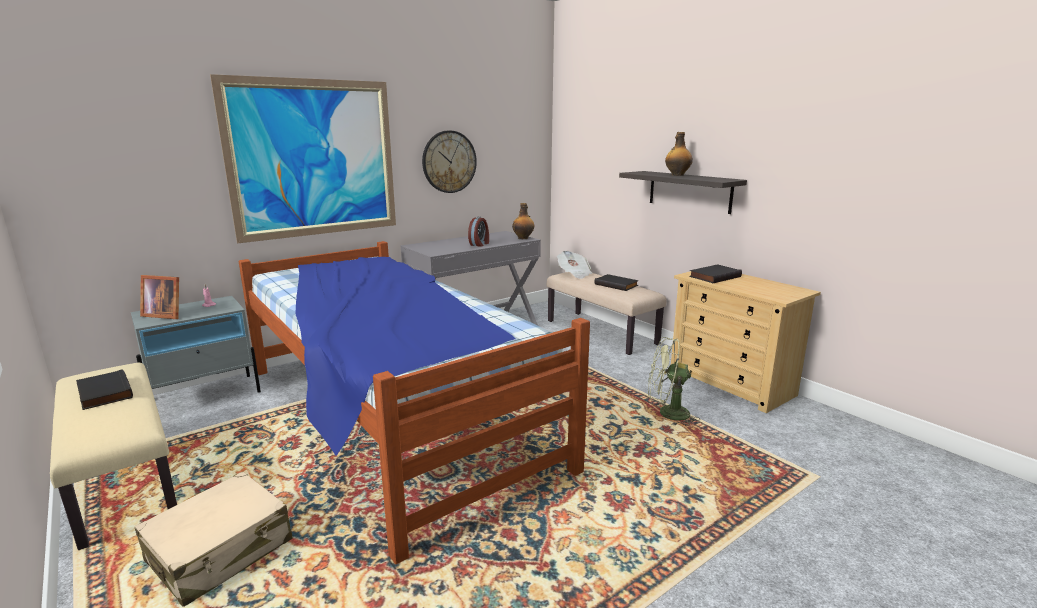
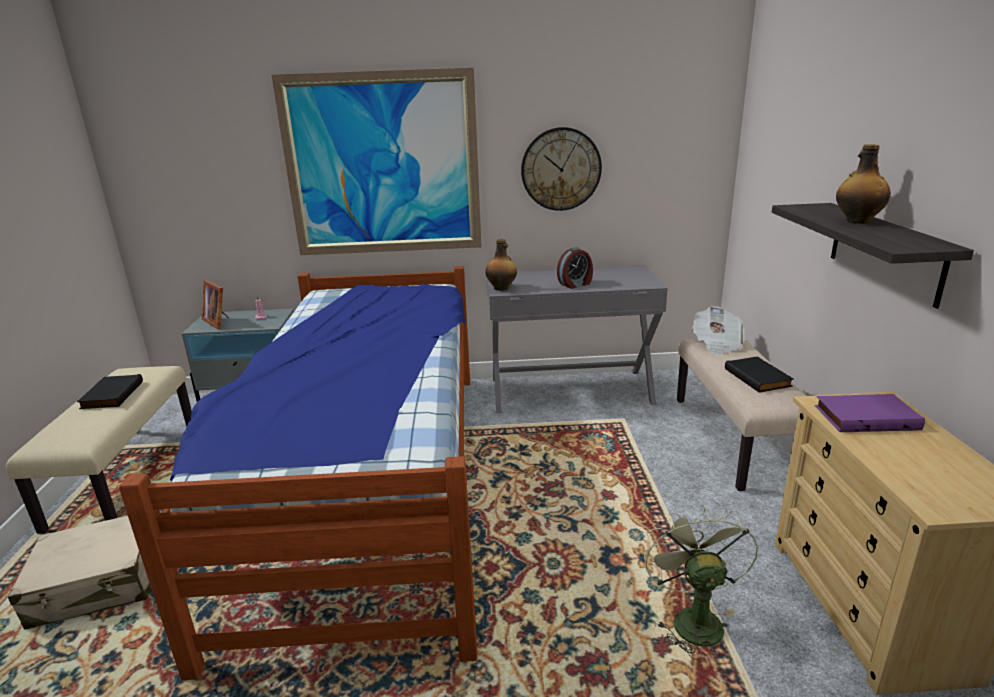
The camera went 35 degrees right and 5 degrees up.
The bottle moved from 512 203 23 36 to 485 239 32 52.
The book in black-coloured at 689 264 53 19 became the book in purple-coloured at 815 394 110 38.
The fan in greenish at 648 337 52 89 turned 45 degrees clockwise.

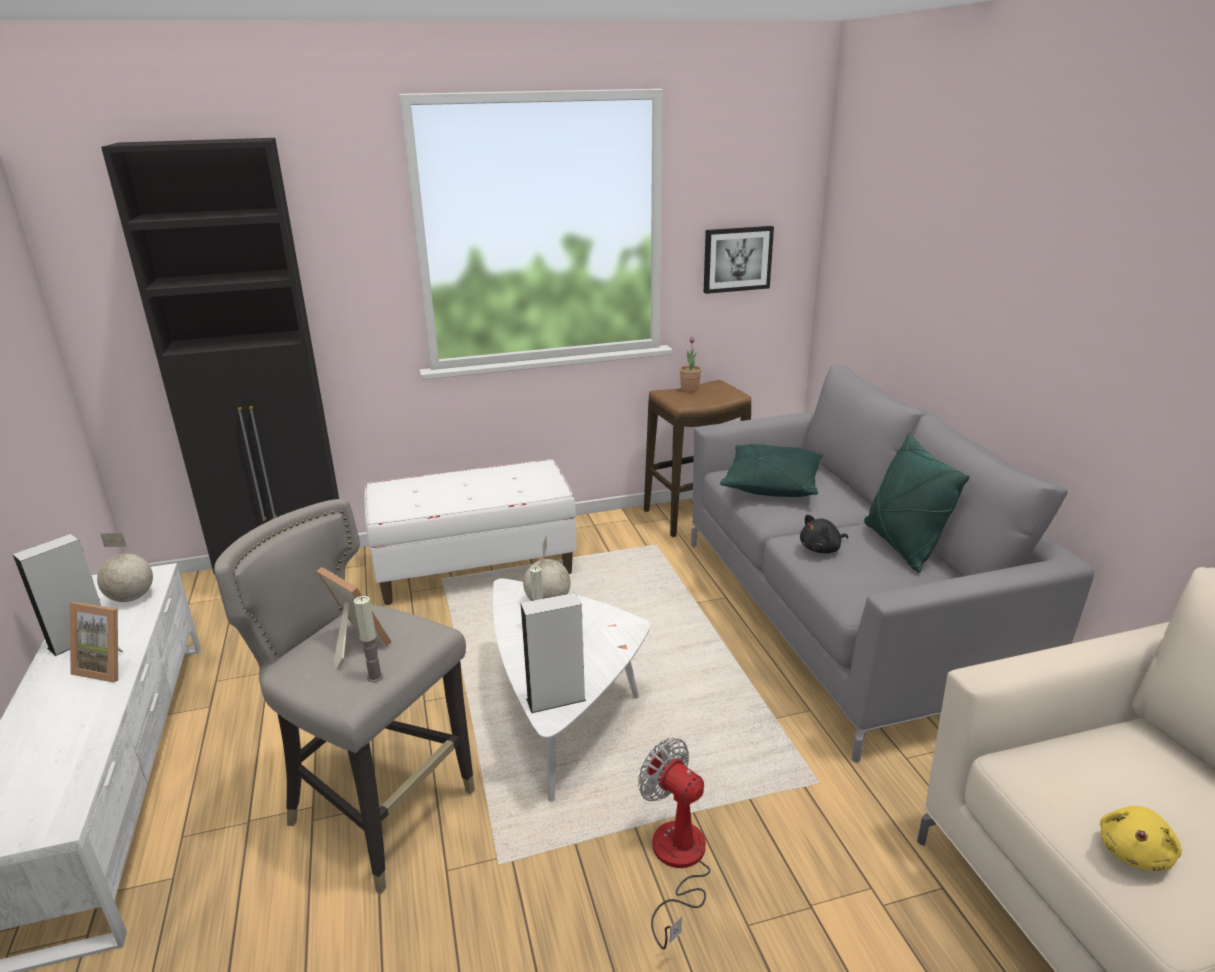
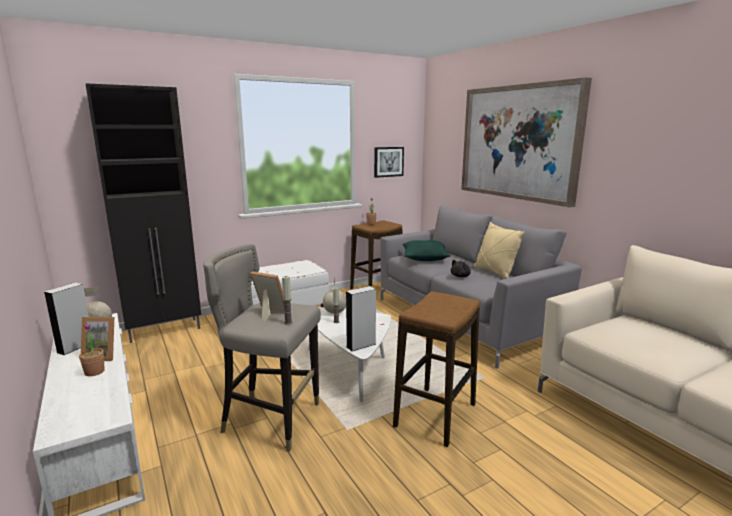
The camera went 15 degrees left and 10 degrees down.
The cushion in greenish at 864 433 106 140 became the cushion in beige-coloured at 474 222 51 57.
The fan at 638 738 72 212 was replaced by the sitting stool at 393 291 87 156.
The cuddly toy in yellowish at 1100 806 82 65 disappeared.
The picture at 461 77 131 130 appeared.
The potted plant at 79 323 26 53 appeared.

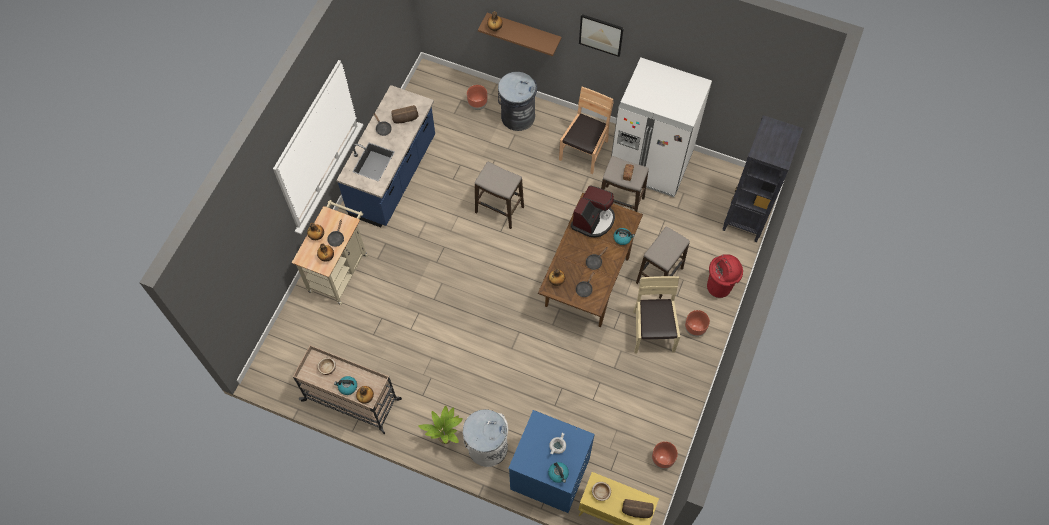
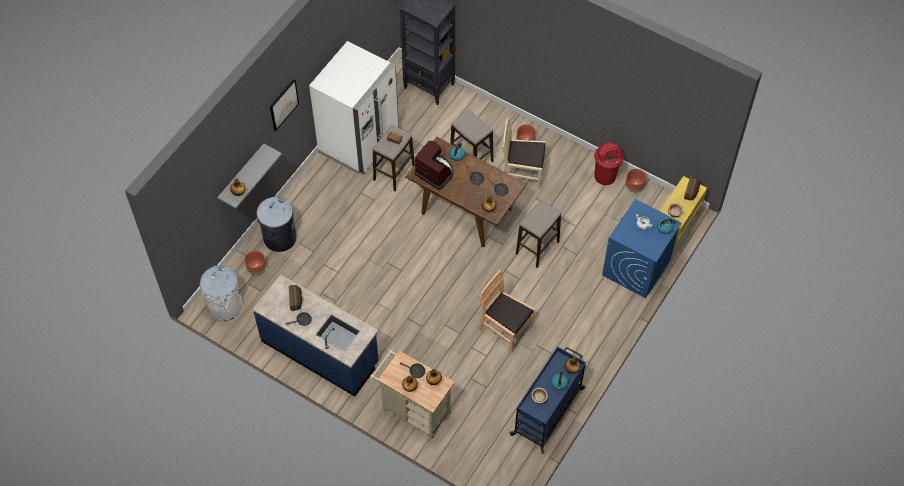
The camera went 80 degrees left and 5 degrees down.
The wall shelf in brown-coloured at 478 13 84 43 became the wall shelf in greyish at 217 143 65 66.
The chair in brown-coloured moved from 559 87 54 87 to 479 270 56 83.
The sitting stool moved from 475 162 49 67 to 516 200 45 68.
The waste bin in red-coloured moved from 707 254 36 44 to 594 142 30 43.
The cart in beige-coloured at 293 345 109 89 became the cart in blue-coloured at 509 347 77 107.
The potted plant at 418 405 45 39 disappeared.
The waste bin in white-coloured moved from 462 409 46 58 to 200 265 43 56.

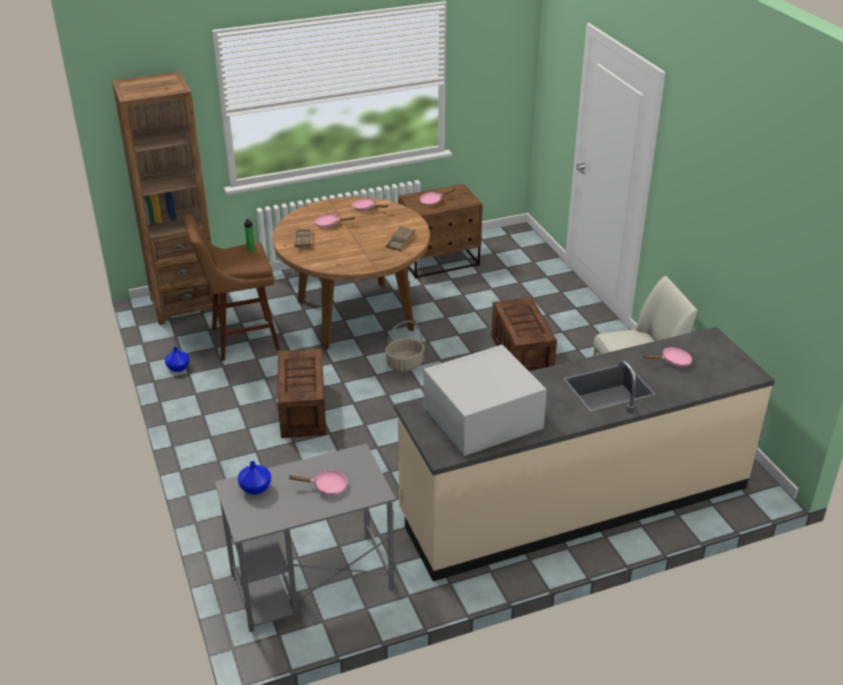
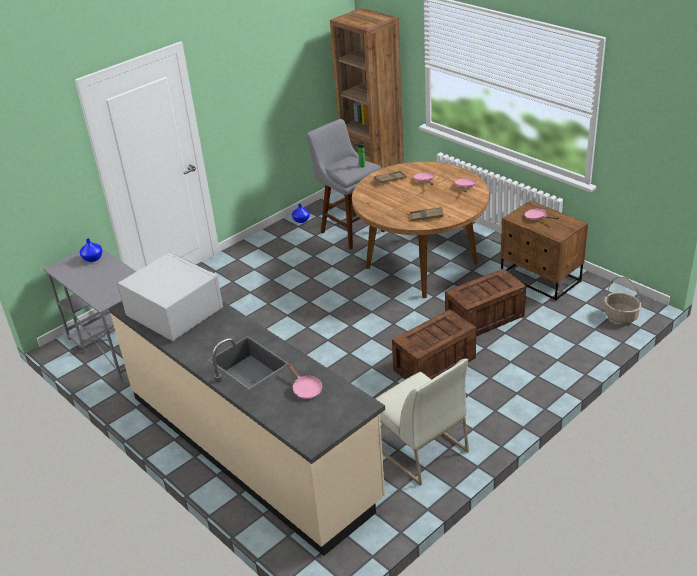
The camera went 70 degrees right and 0 degrees up.
The sitting stool in brown-coloured at 184 214 96 147 became the sitting stool in greyish at 307 119 78 131.
The household basket moved from 385 321 40 51 to 604 277 37 47.
The crate moved from 278 349 48 89 to 445 268 81 68.
The pan in pink at 288 470 60 25 disappeared.

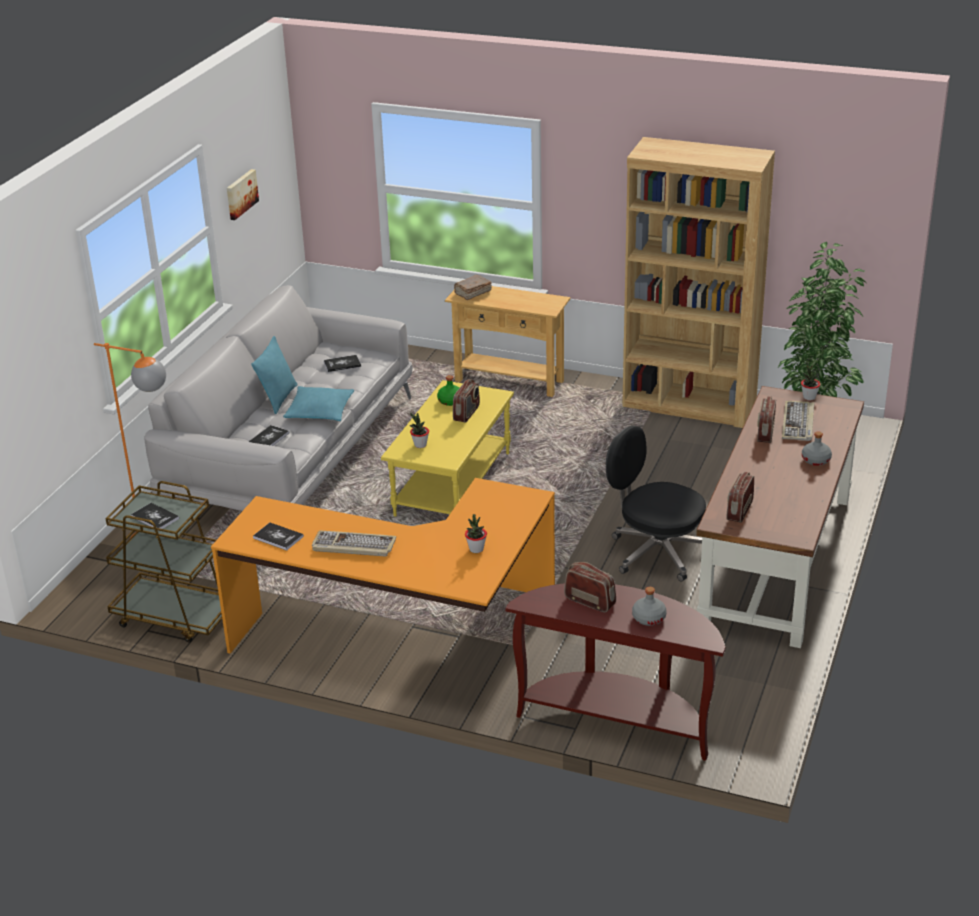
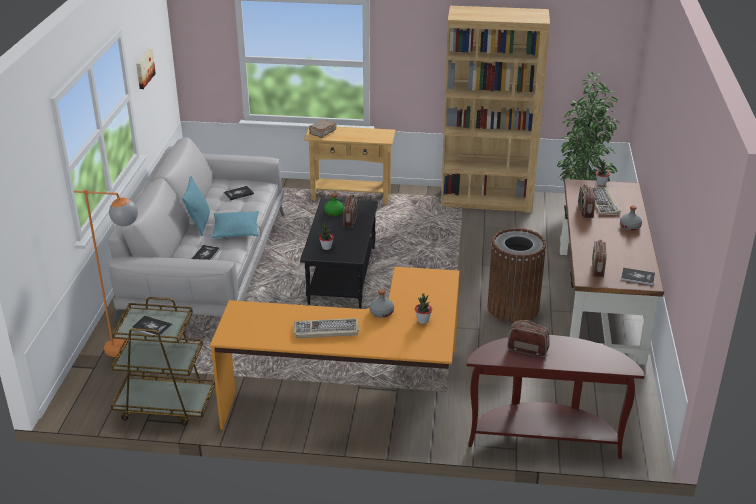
The camera went 15 degrees left and 0 degrees up.
The lounge table in yellowish at 381 380 133 137 became the lounge table in black-coloured at 300 198 78 110.
The office chair in black-coloured at 606 426 100 156 was replaced by the waste bin in brown-coloured at 487 228 59 95.
The book moved from 253 523 51 28 to 621 268 34 17.
The bottle in greyish moved from 632 587 35 39 to 369 289 25 29.

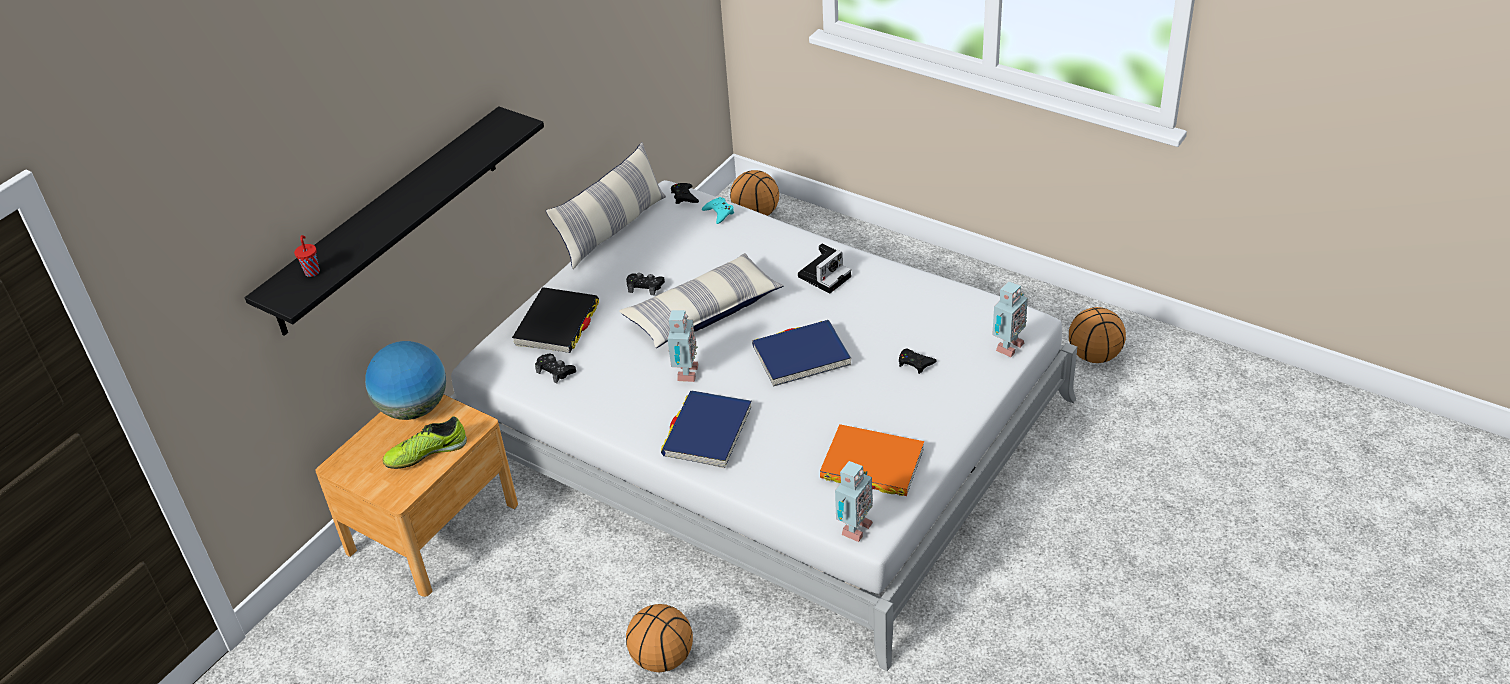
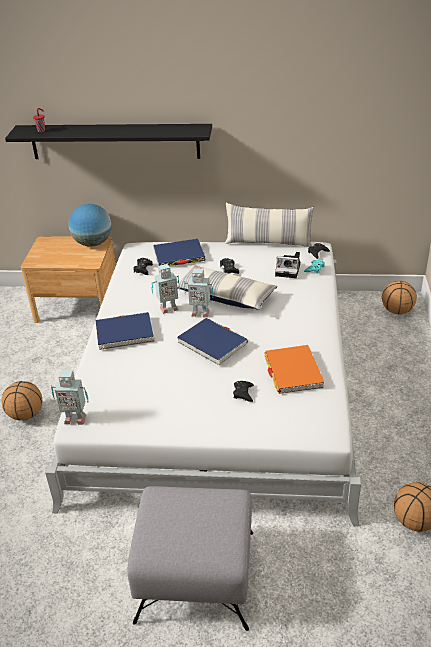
The camera went 60 degrees right and 5 degrees down.
The photo camera moved from 798 244 53 50 to 275 252 25 26.
The robot figure moved from 992 281 36 76 to 184 268 30 49.
The book in black-coloured at 512 287 87 66 became the book in blue-coloured at 153 239 52 27.
The shoe at 383 416 84 53 disappeared.
The book in orange moved from 820 424 104 72 to 264 345 60 49.
The pouffe in greyish at 127 486 126 145 appeared.

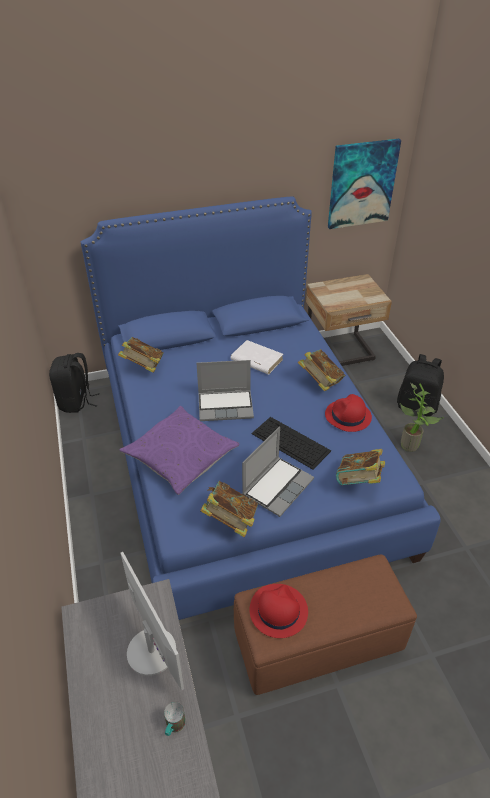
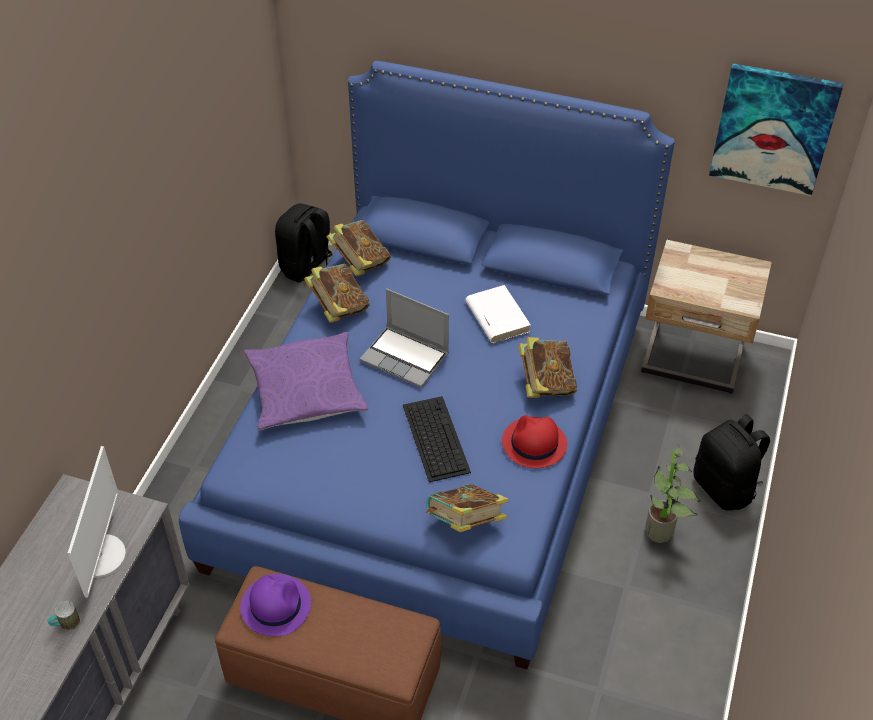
The camera went 35 degrees right and 5 degrees up.
The notebook computer at 242 427 72 90 disappeared.
The book moved from 200 481 58 56 to 304 264 66 59.
The clothing hat in red-coloured at 250 584 58 54 became the clothing hat in purple-coloured at 240 573 71 63.

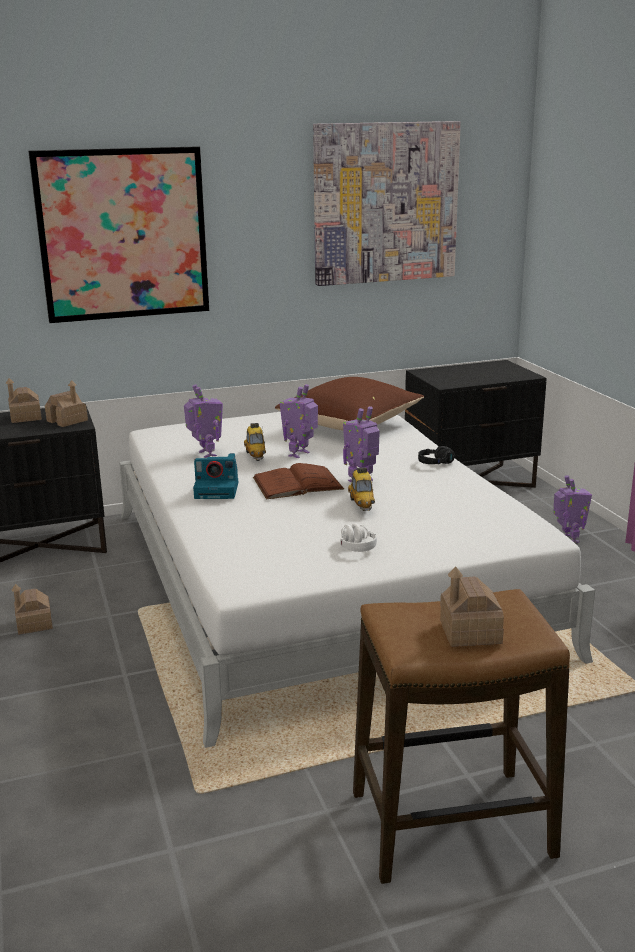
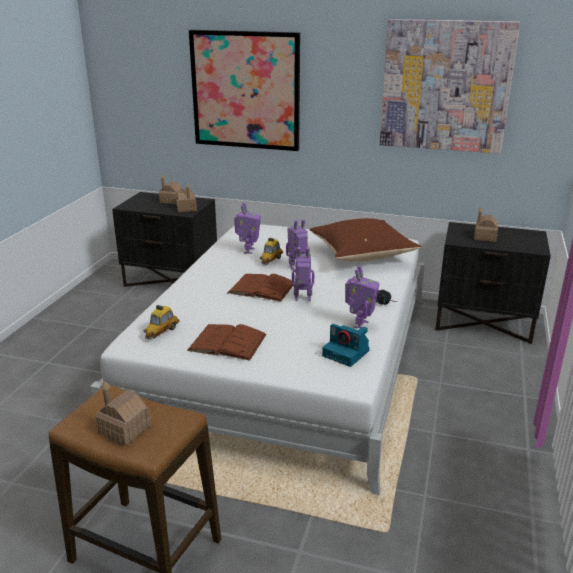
The camera went 35 degrees right and 5 degrees up.
The photo camera moved from 193 453 45 46 to 322 324 48 43.
The model car moved from 348 467 27 44 to 144 305 35 34.
The robot figure moved from 553 475 39 68 to 345 266 35 62.
The headset in white-coloured at 340 523 37 29 was replaced by the book in brown-coloured at 187 324 80 37.
The model house moved from 11 584 42 51 to 474 208 24 34.

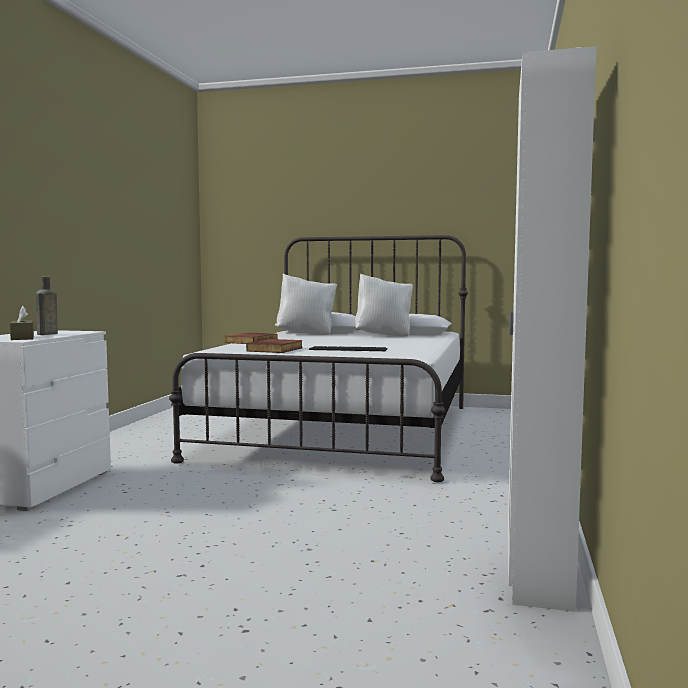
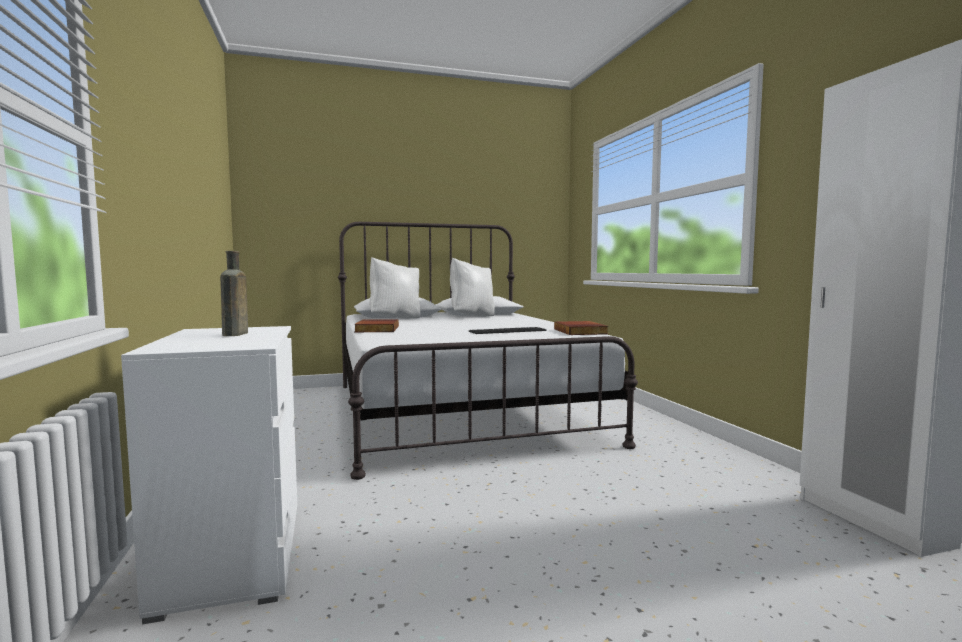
The camera went 30 degrees left and 0 degrees up.
The tissue holder in brown-coloured at 10 306 24 34 disappeared.
The book moved from 246 339 57 14 to 554 321 54 14.

